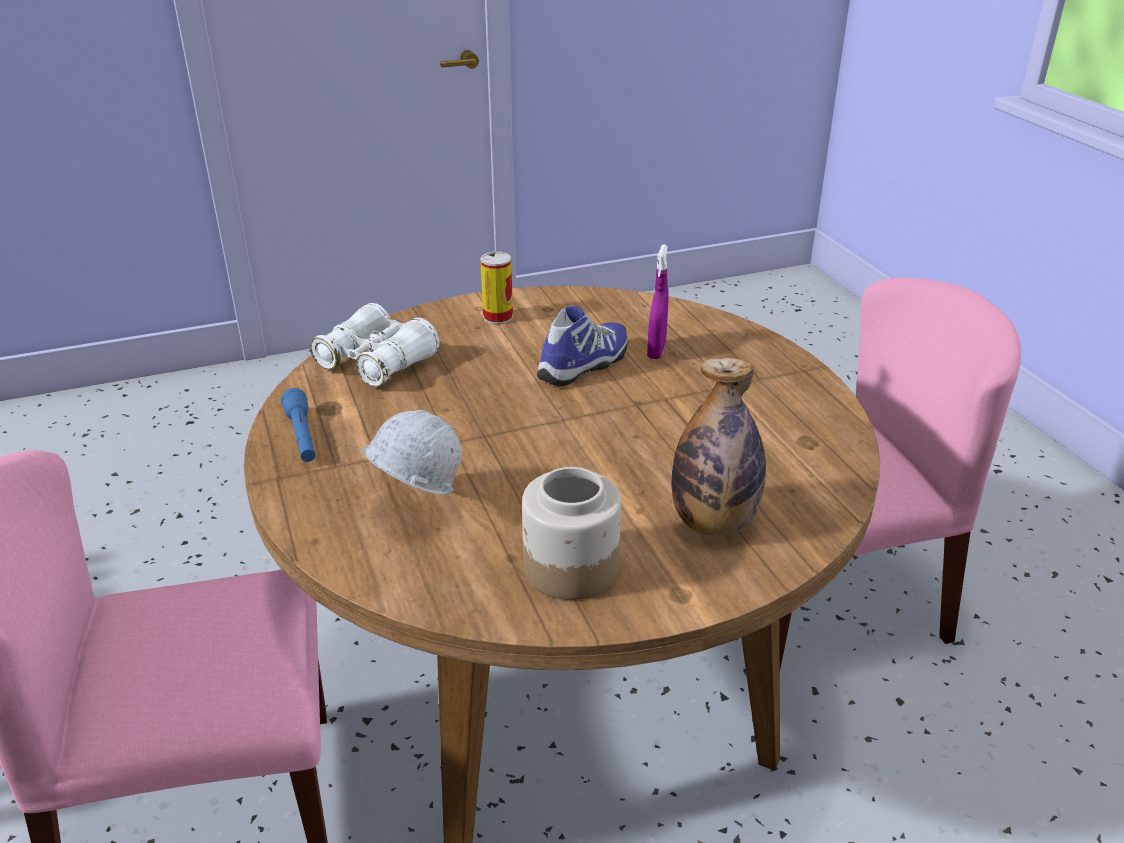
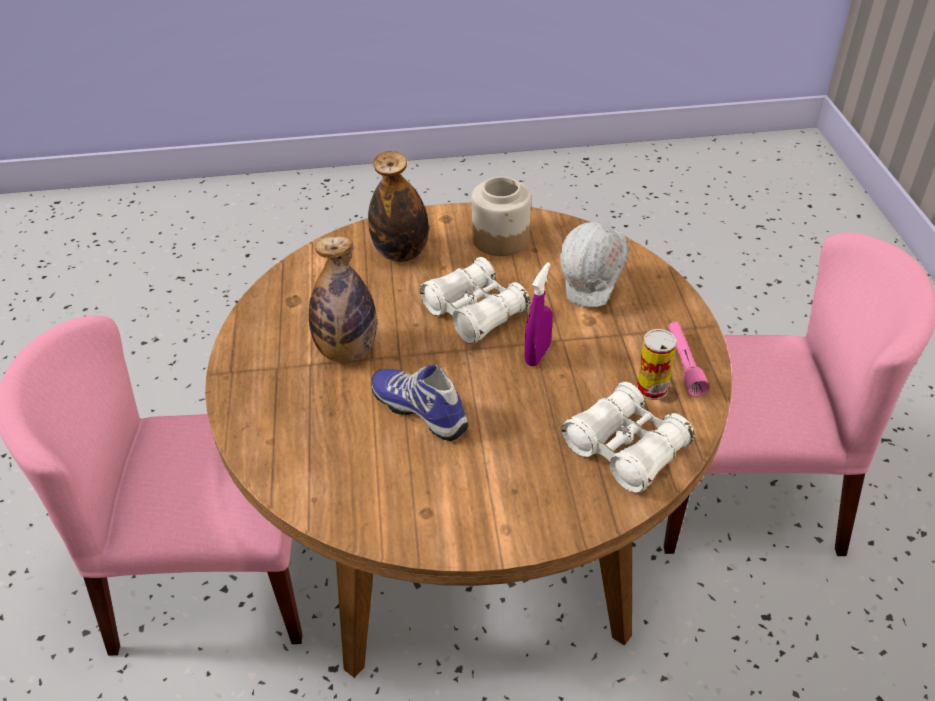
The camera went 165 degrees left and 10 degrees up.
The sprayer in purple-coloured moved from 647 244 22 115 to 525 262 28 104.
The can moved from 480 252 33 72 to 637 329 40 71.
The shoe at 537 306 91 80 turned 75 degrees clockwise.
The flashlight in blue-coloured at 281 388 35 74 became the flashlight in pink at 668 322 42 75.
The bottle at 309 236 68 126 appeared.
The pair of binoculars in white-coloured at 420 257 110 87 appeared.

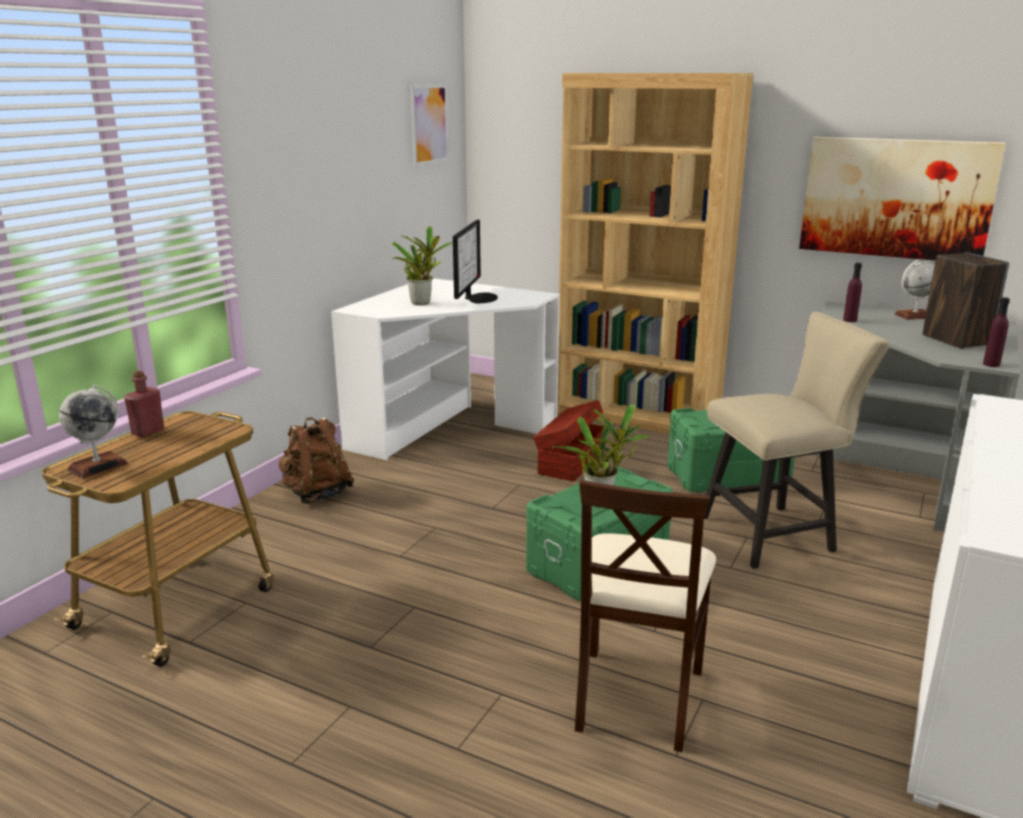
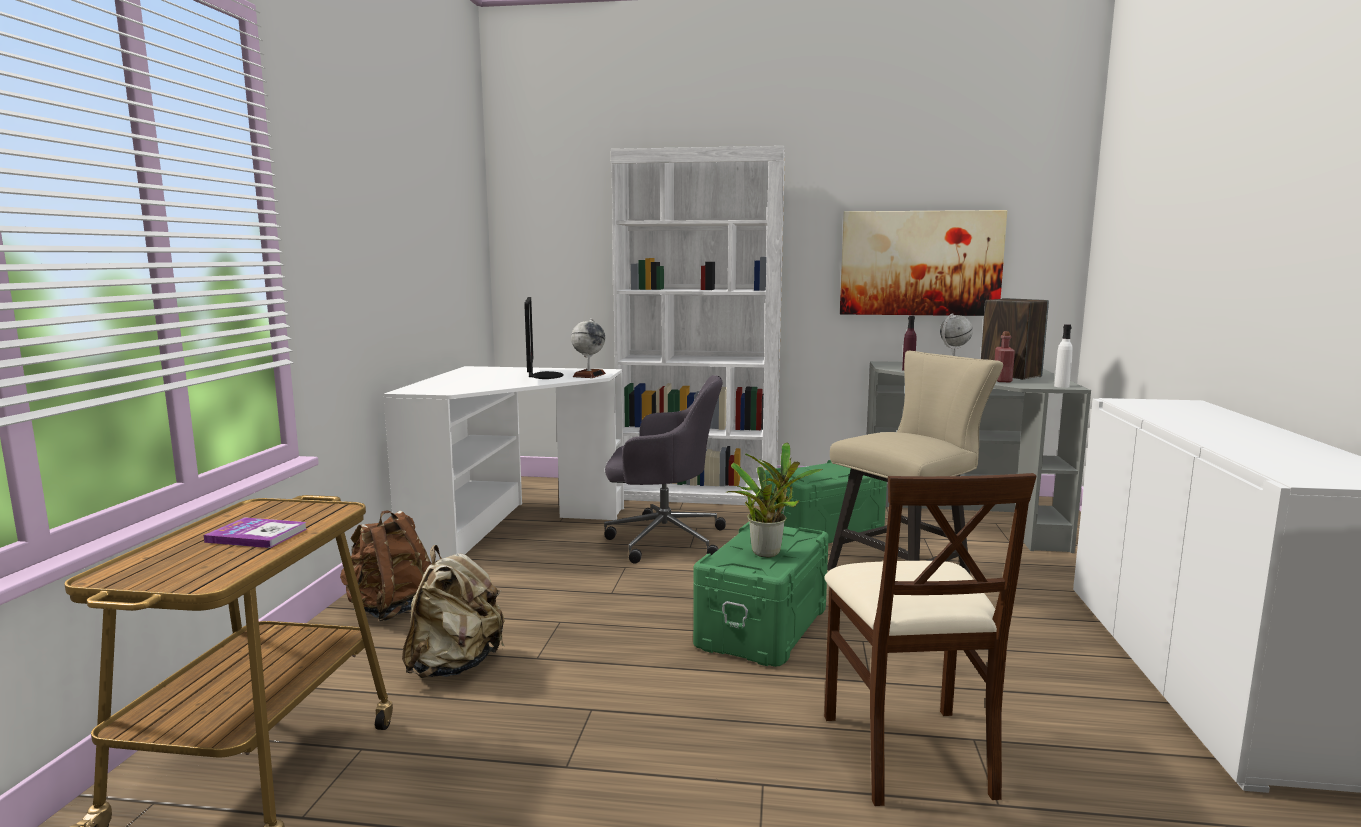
The camera went 20 degrees left and 10 degrees down.
The shelving unit in brown-coloured at 557 73 196 361 became the shelving unit in white-coloured at 611 146 174 360.
The picture at 410 84 39 82 disappeared.
The potted plant at 391 226 62 79 disappeared.
The bottle in purple-coloured at 983 297 27 70 became the bottle in white-coloured at 1054 324 19 64.
The bottle in red-coloured moved from 124 371 40 66 to 995 331 20 51.
The globe moved from 59 385 69 94 to 571 318 35 60.
The storage bin in brown-coloured at 533 400 71 81 was replaced by the office chair in greyish at 604 375 122 189.
The book at 204 517 103 31 appeared.
The rucksack in beige-coloured at 402 545 103 133 appeared.

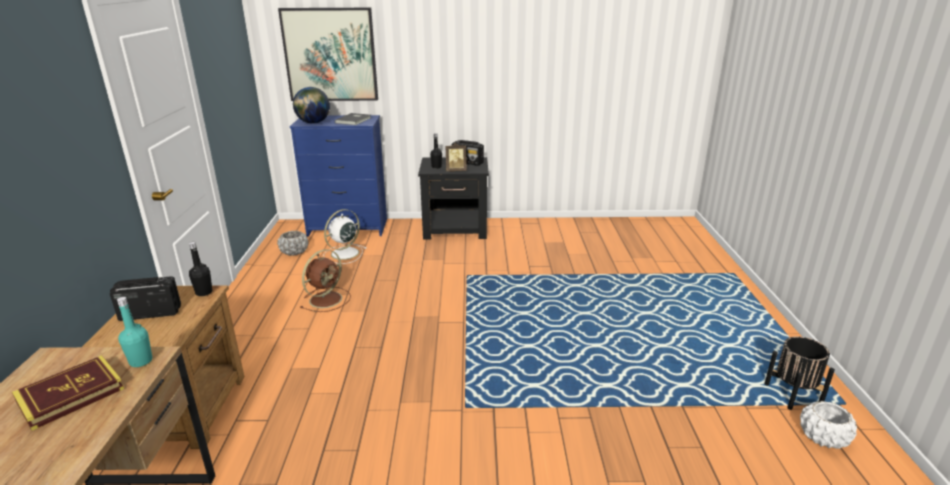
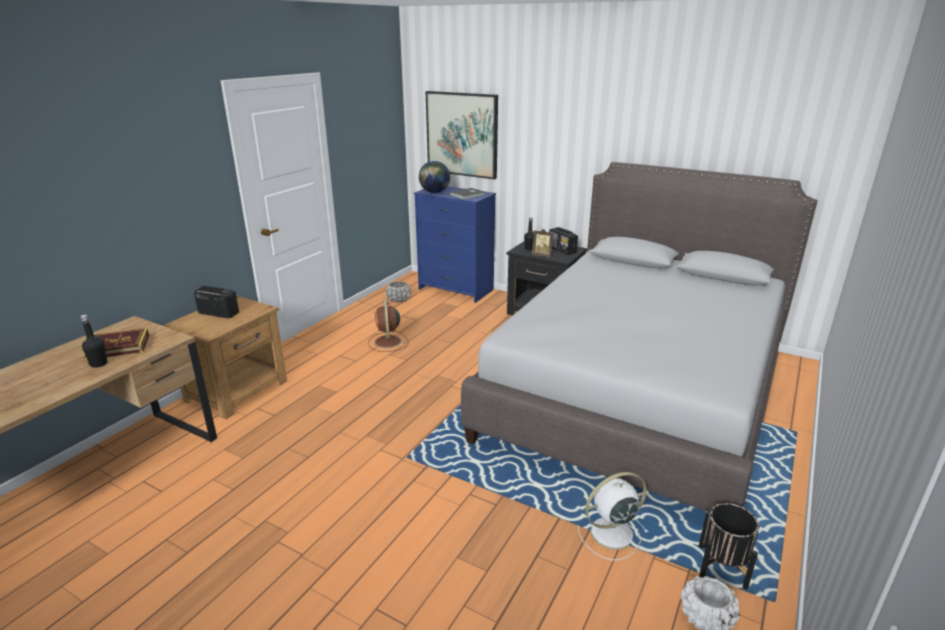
The camera went 30 degrees right and 0 degrees up.
The fan in white-coloured moved from 323 209 43 55 to 578 472 71 88.
The bottle in black-coloured moved from 189 242 23 54 to 81 315 27 53.
The fan in brown-coloured at 300 249 51 63 turned 105 degrees clockwise.
The bottle in turquoise at 117 297 35 70 disappeared.
The bed in greyish at 461 162 357 350 appeared.

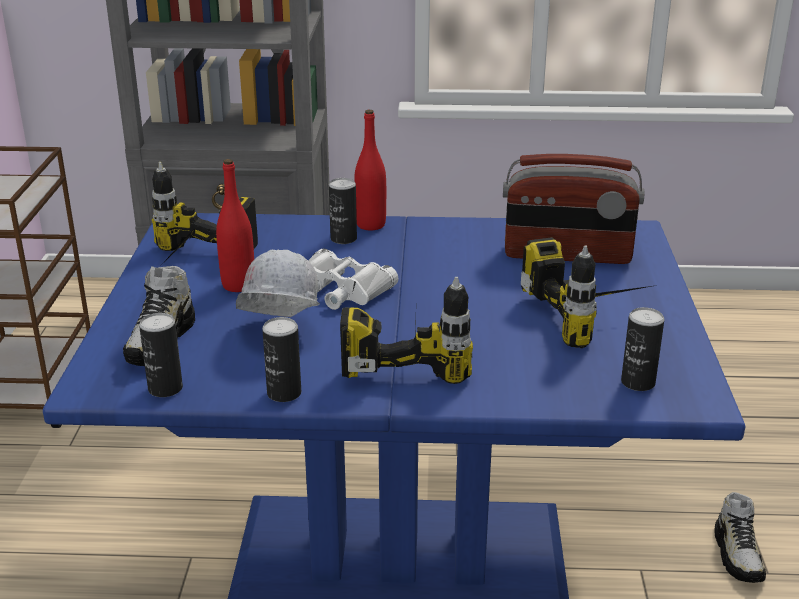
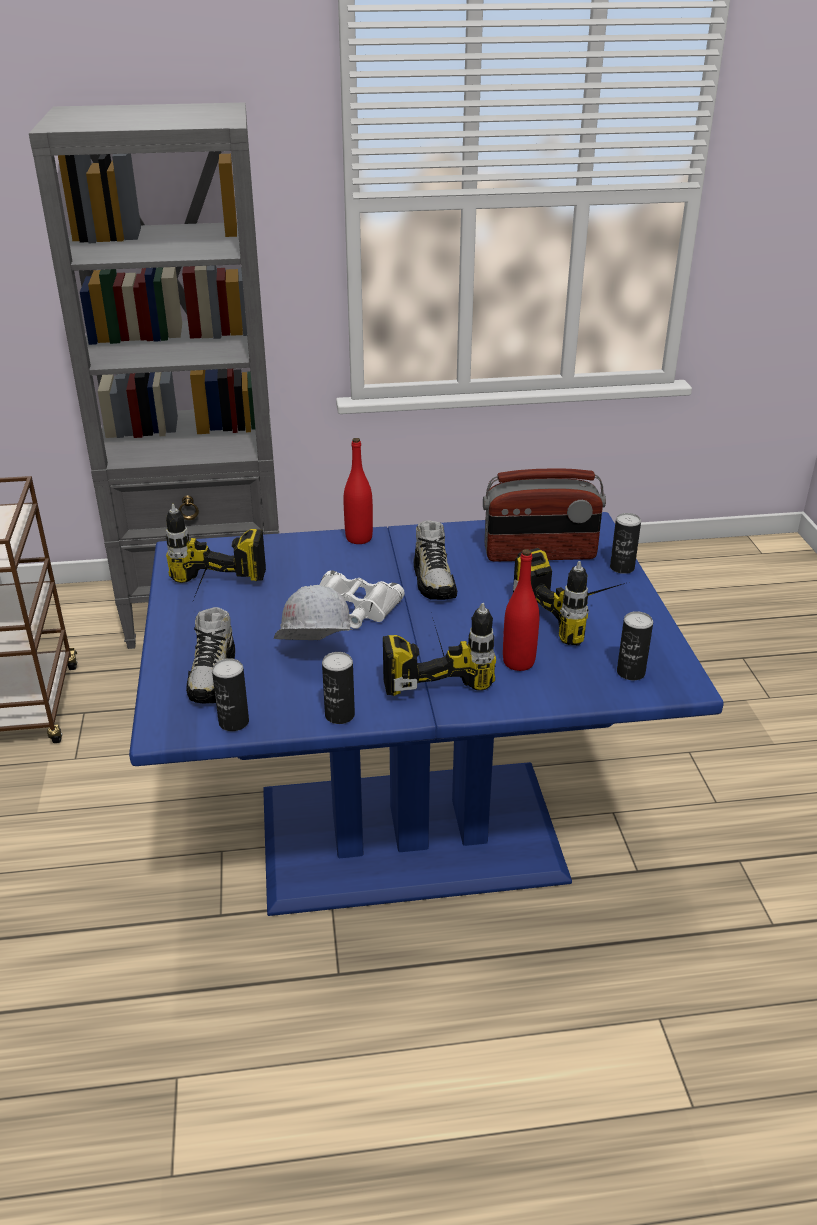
The camera went 10 degrees left and 5 degrees up.
The bottle in red-coloured moved from 216 159 38 133 to 503 549 36 122.
The can moved from 329 178 28 66 to 610 513 31 61.
The shoe moved from 714 492 52 91 to 413 520 44 80.

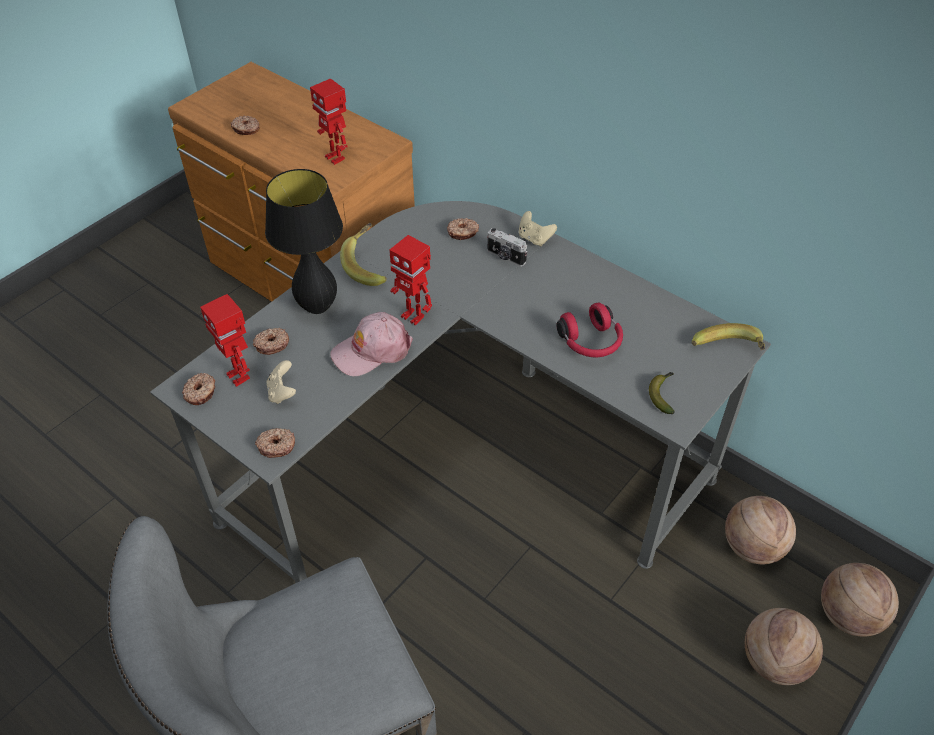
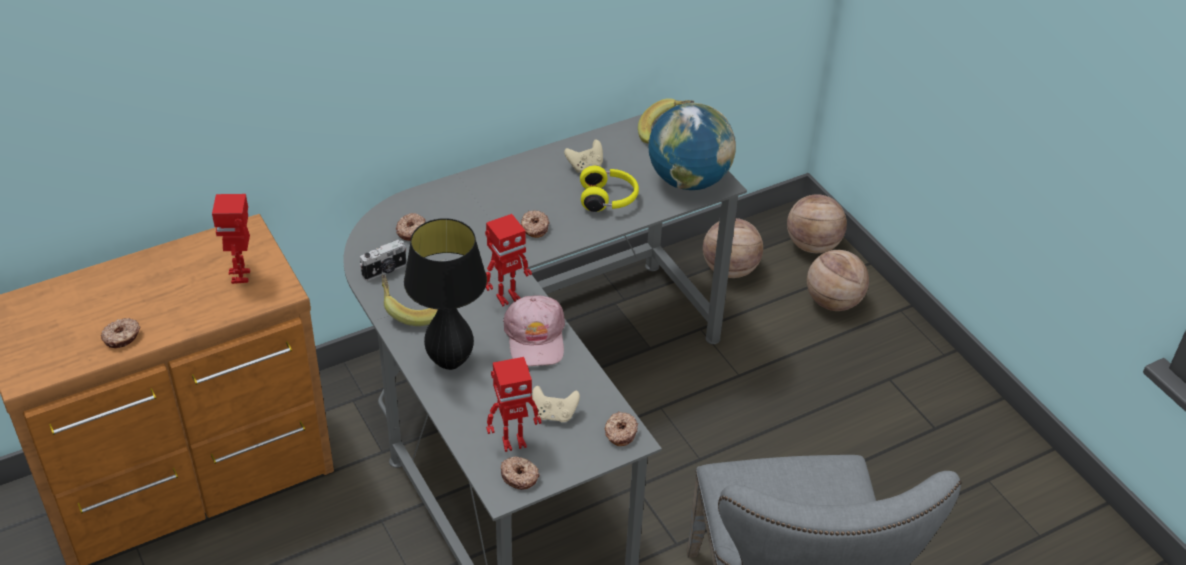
The camera went 70 degrees left and 5 degrees down.
The robot figure at 310 78 37 87 turned 105 degrees clockwise.
The game controller in beige-coloured moved from 519 211 38 35 to 564 139 39 34.
The photo camera moved from 487 228 40 39 to 360 239 46 42.
The headset in red-coloured at 556 303 67 54 became the headset in yellowish at 580 166 59 46.
The donut moved from 253 328 36 27 to 521 210 29 28.
The banana at 649 372 26 42 was replaced by the globe at 649 103 87 87.

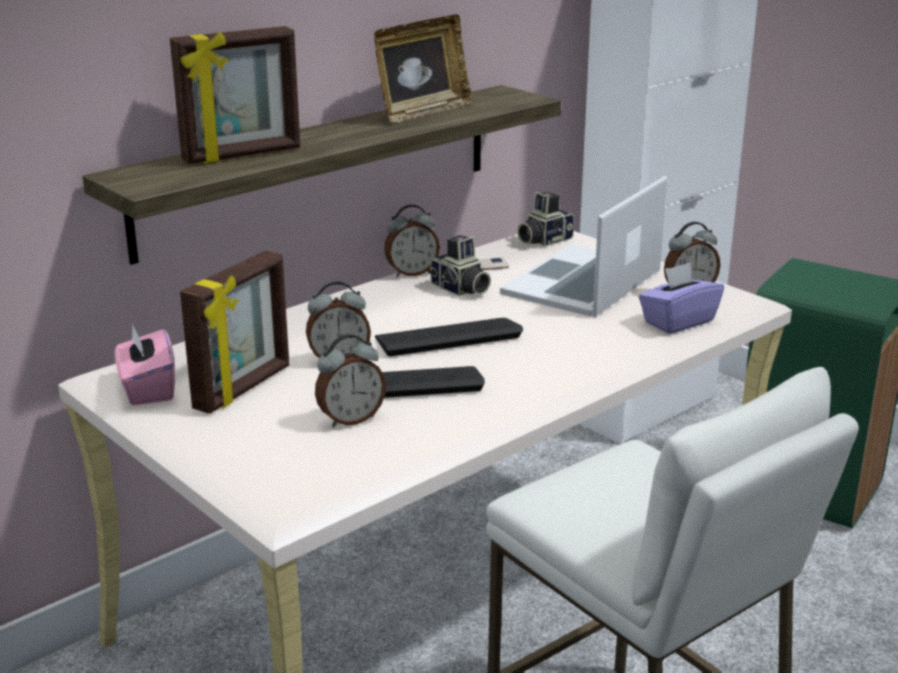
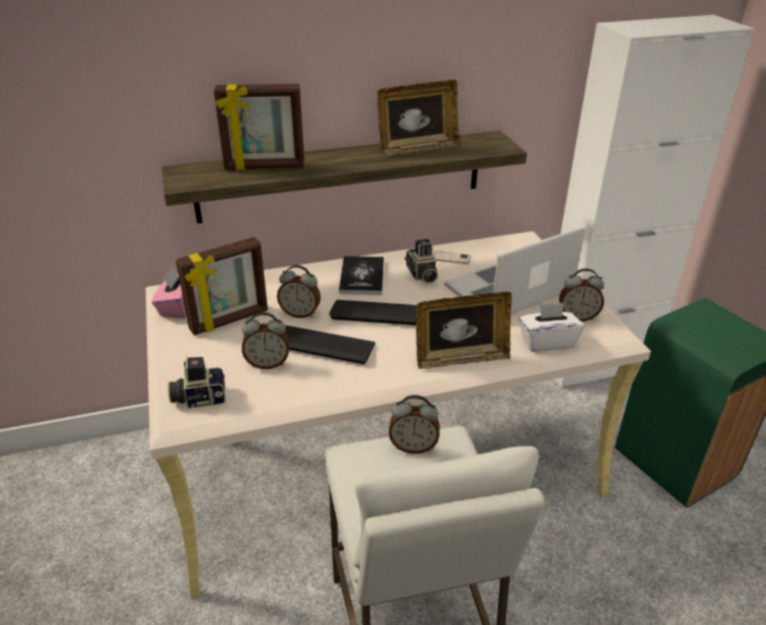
The camera went 25 degrees right and 10 degrees up.
The photo camera moved from 517 192 57 55 to 168 356 58 53.
The bedside clock moved from 384 205 56 72 to 389 395 51 59.
The tissue holder in purple-coloured at 638 262 86 72 became the tissue holder in white-coloured at 519 302 65 49.
The book at 339 256 45 39 appeared.
The photo frame at 416 292 96 77 appeared.

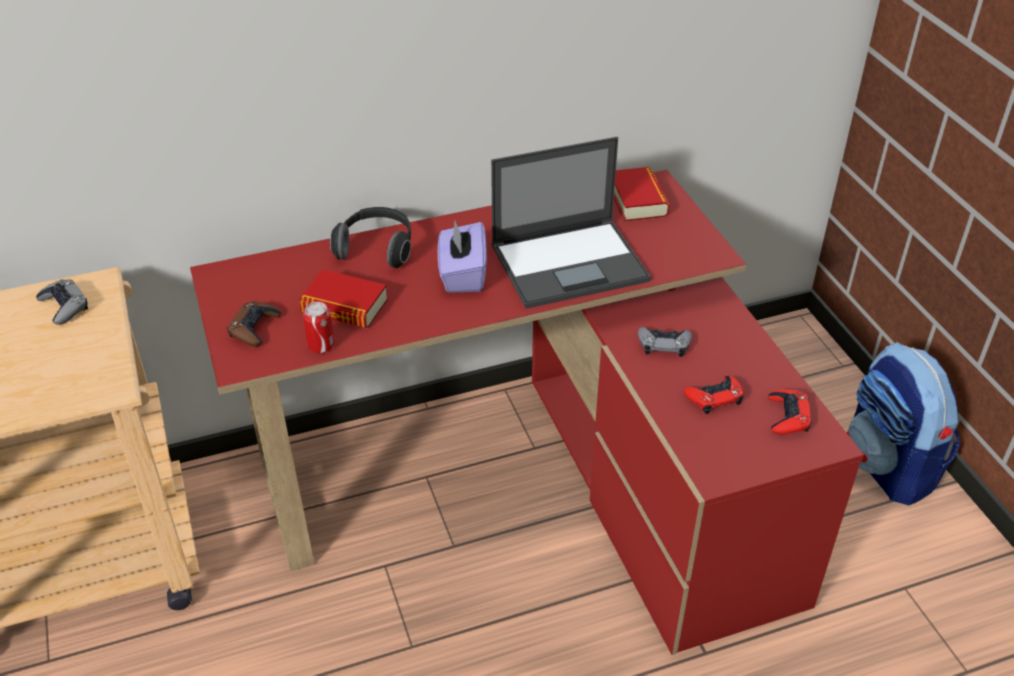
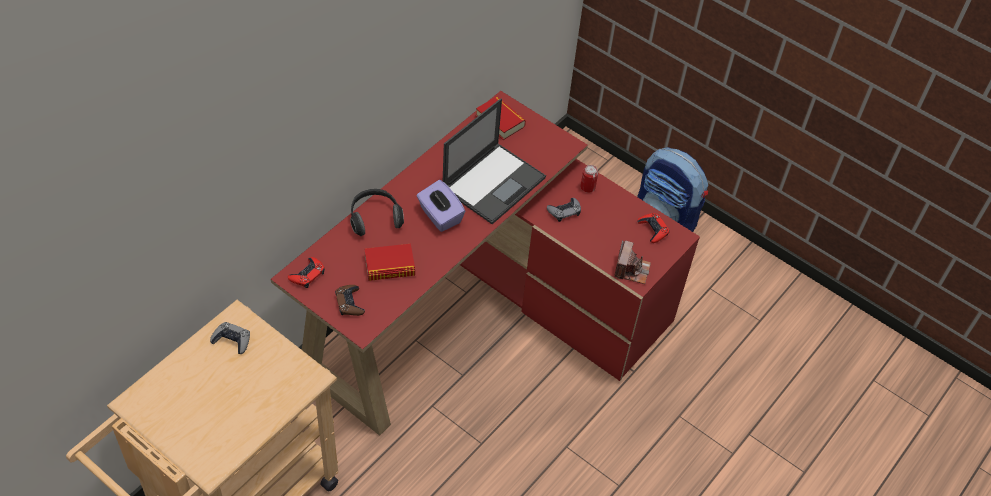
The camera went 35 degrees left and 10 degrees up.
The can moved from 303 302 32 51 to 580 165 18 28.
The game controller in red-coloured moved from 684 376 59 38 to 288 257 37 31.
The photo camera at 614 240 37 44 appeared.

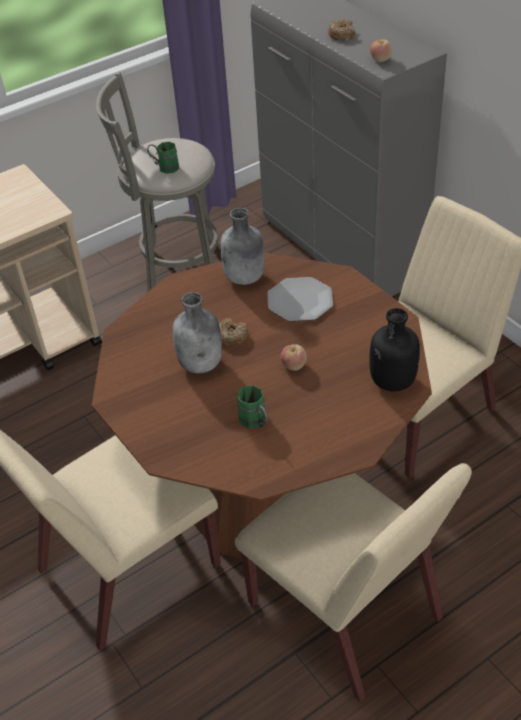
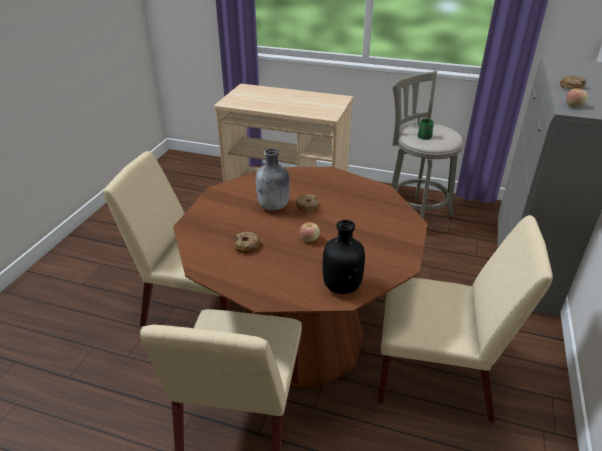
The camera went 50 degrees right and 10 degrees down.
The bottle in greyish at 221 208 44 77 disappeared.
The dinner plate at 267 277 66 44 disappeared.
The mug in greenish at 237 385 31 44 was replaced by the donut at 234 232 26 21.

